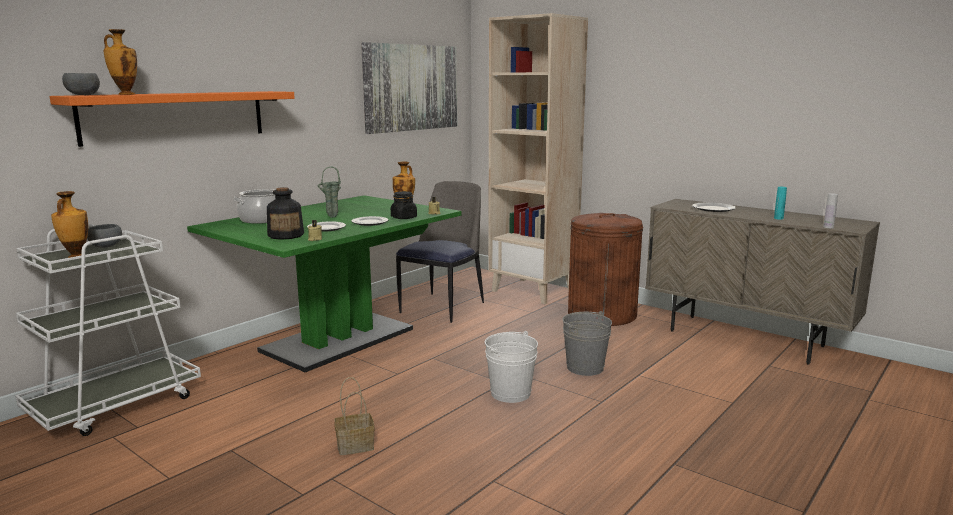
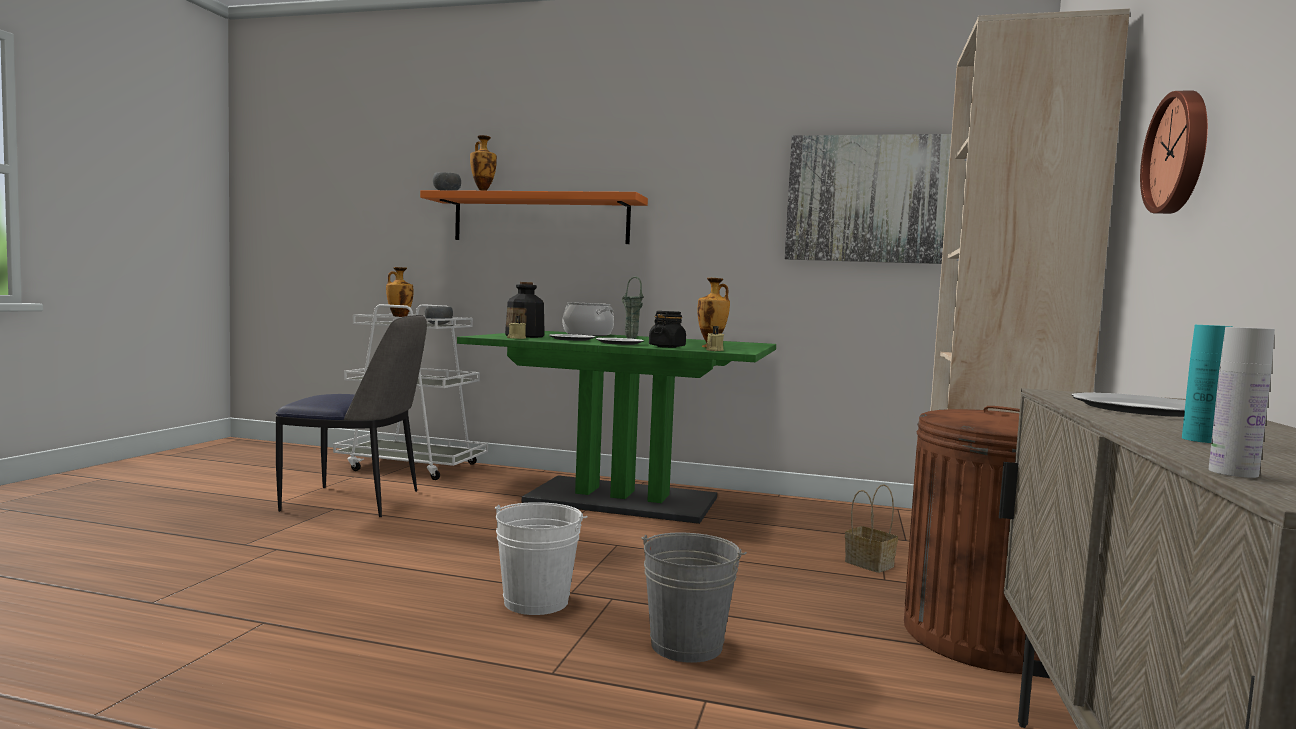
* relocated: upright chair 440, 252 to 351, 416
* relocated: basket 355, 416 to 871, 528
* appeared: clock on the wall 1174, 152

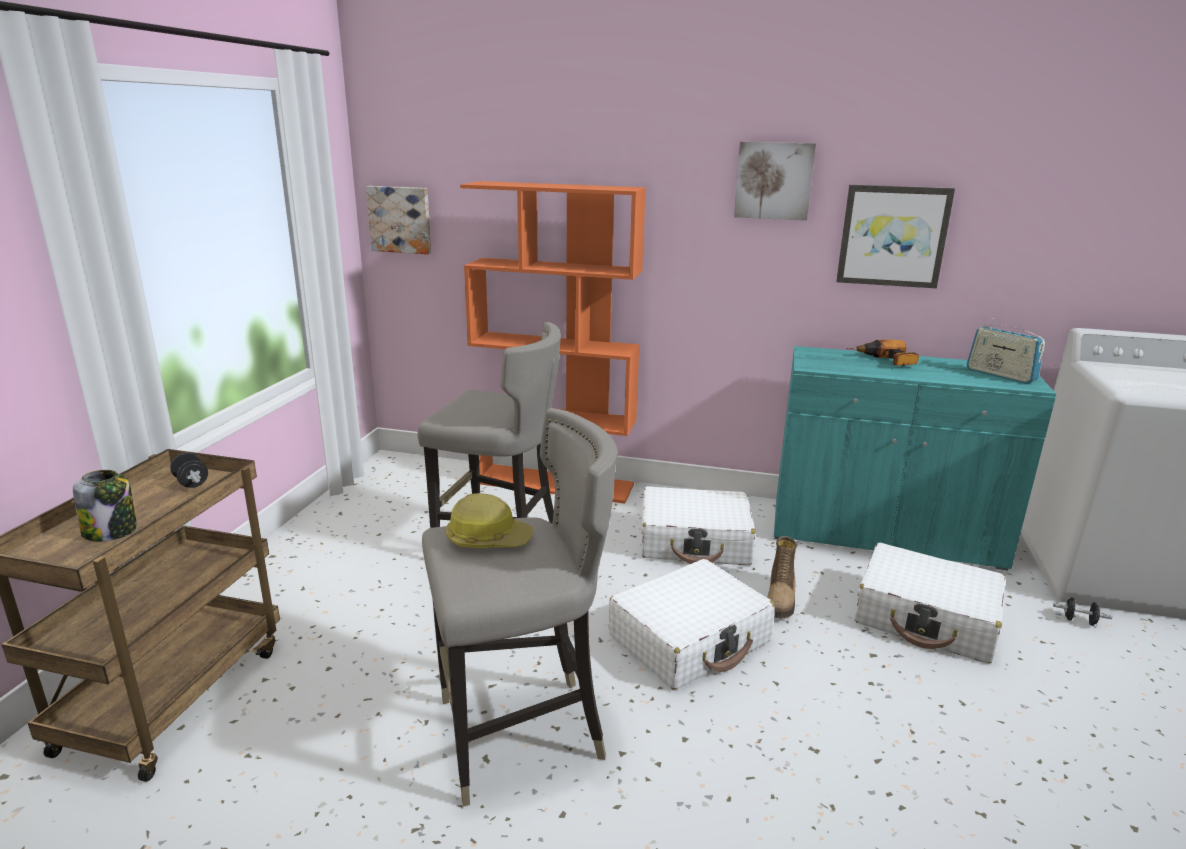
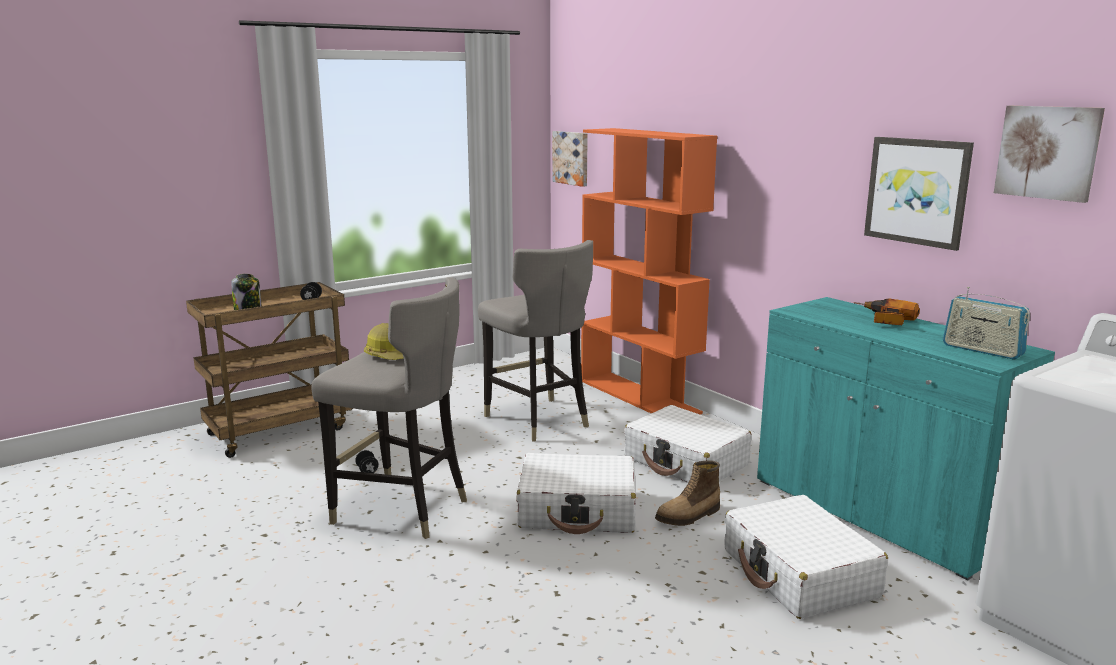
* relocated: wall picture 775, 181 to 1049, 154
* spun: radio receiver 1006, 351 = 986, 323 45 degrees counterclockwise
* relocated: hand weight (black) 1082, 611 to 367, 461

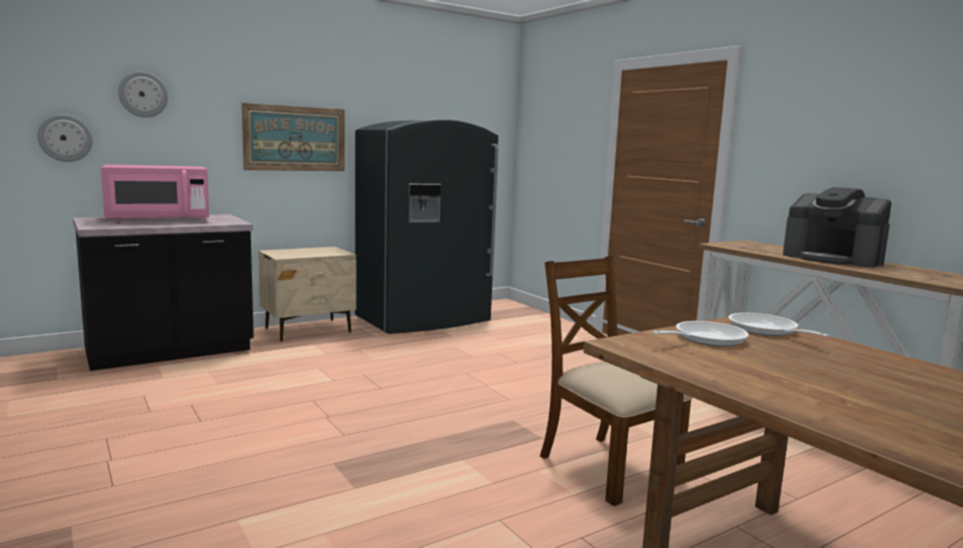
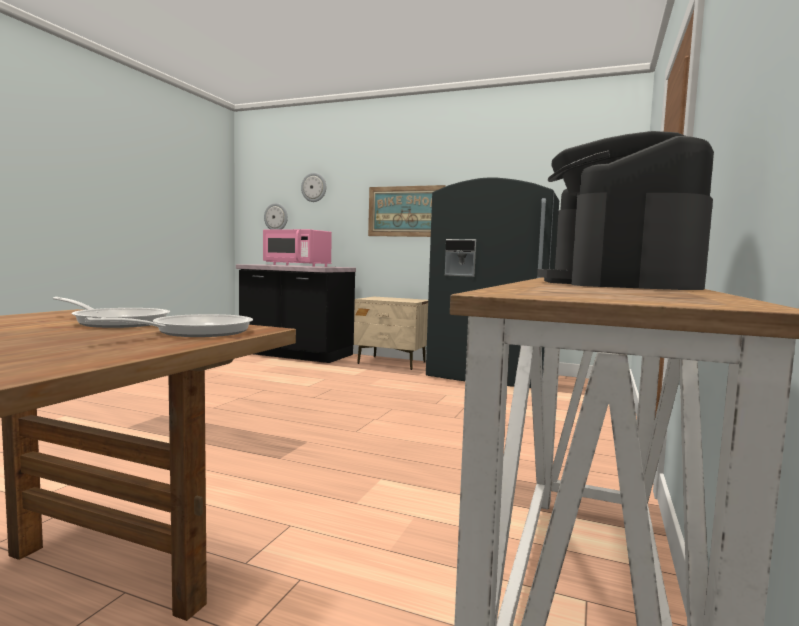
* missing: upright chair (brown) 616, 381

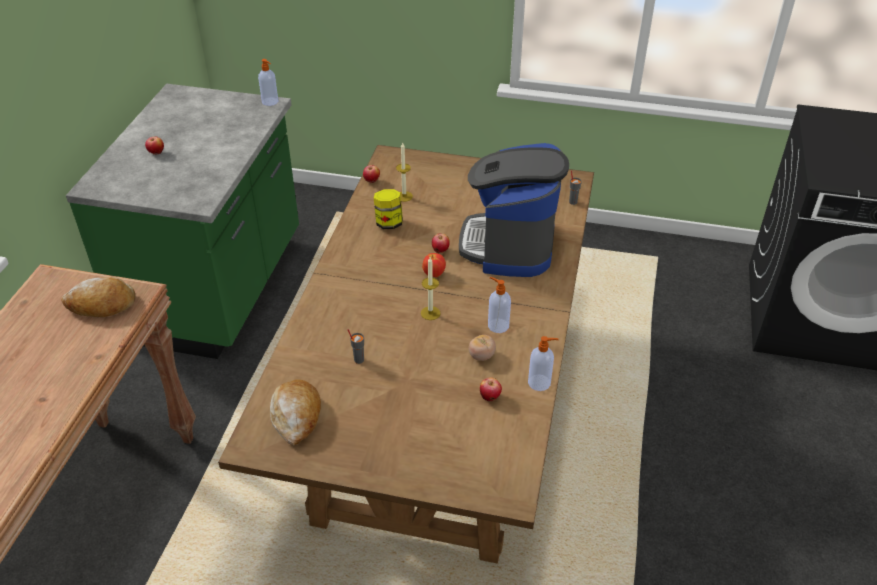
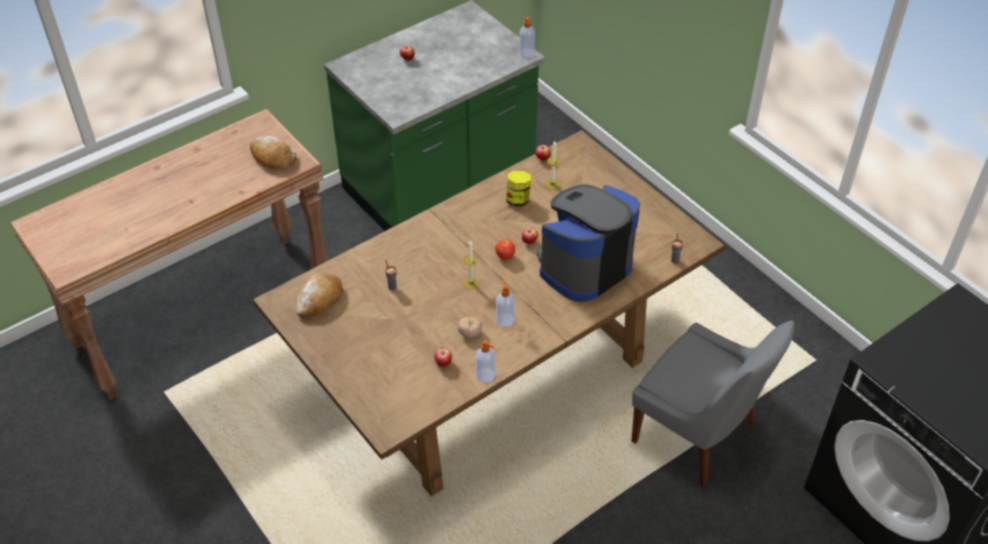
* appeared: upright chair (grey) 713, 404

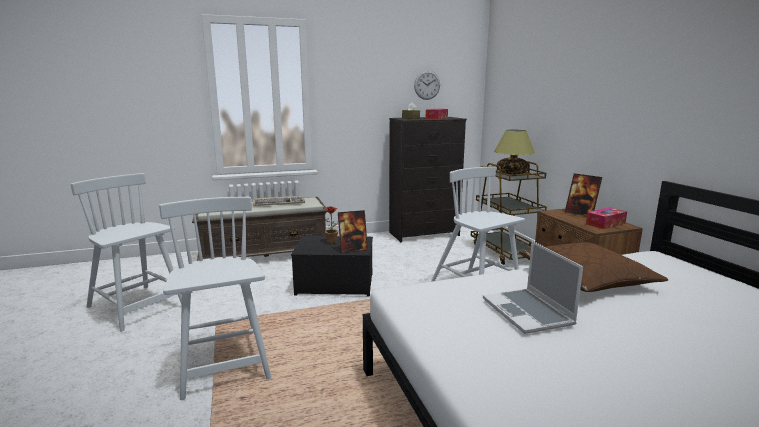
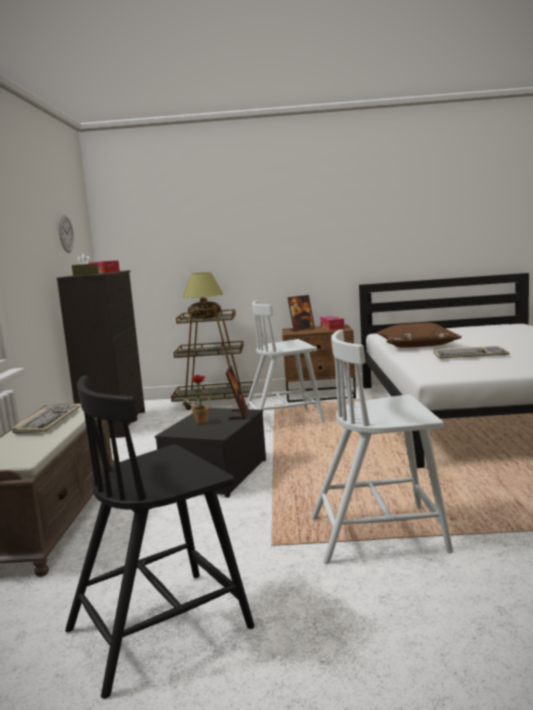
* colour: upright chair (whitish) 126, 252 to upright chair (black) 160, 537
* exchanged: notebook computer 533, 287 to computer keyboard 471, 352

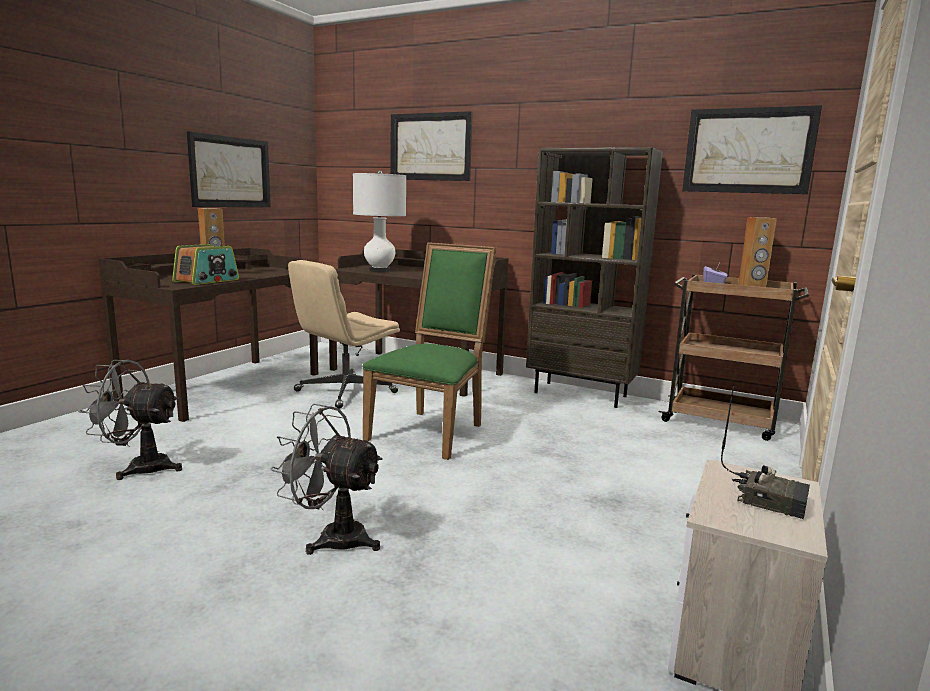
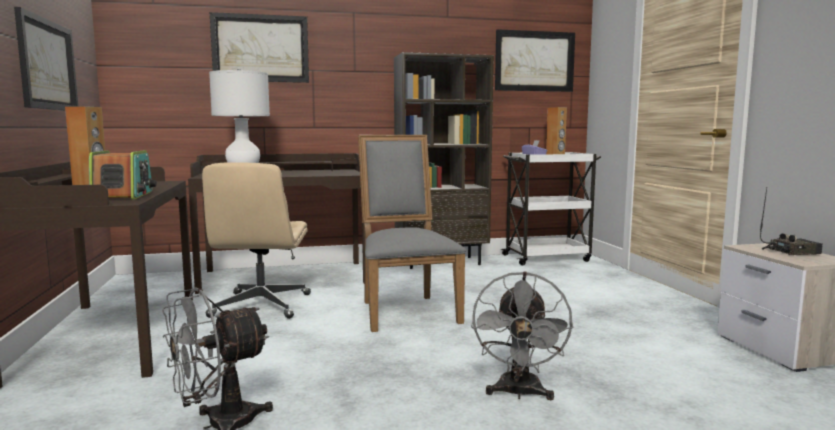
* colour: upright chair (green) 429, 351 to upright chair (grey) 412, 233
* colour: wheeled cart (brown) 733, 357 to wheeled cart (whitish) 550, 208
* spun: electric fan (grey) 326, 479 = 522, 335 60 degrees counterclockwise

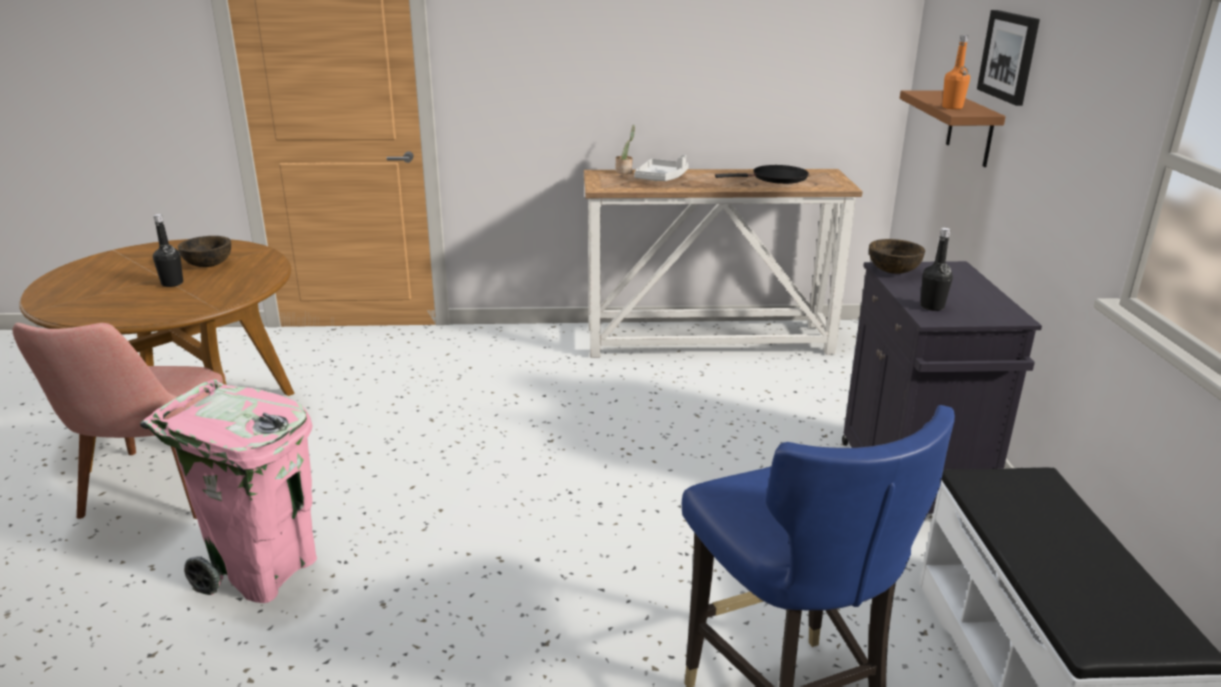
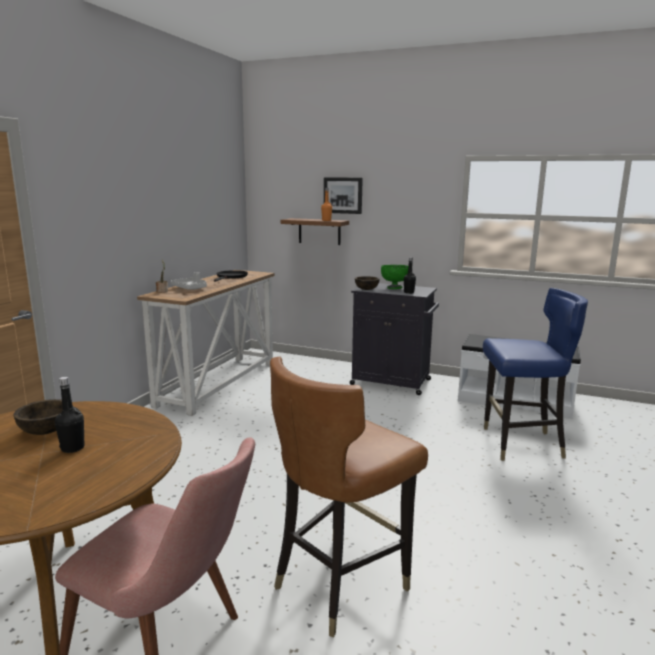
* exchanged: rubbish bin (pink) 228, 491 to upright chair (brown) 349, 496
* appeared: bowl (green) 394, 277

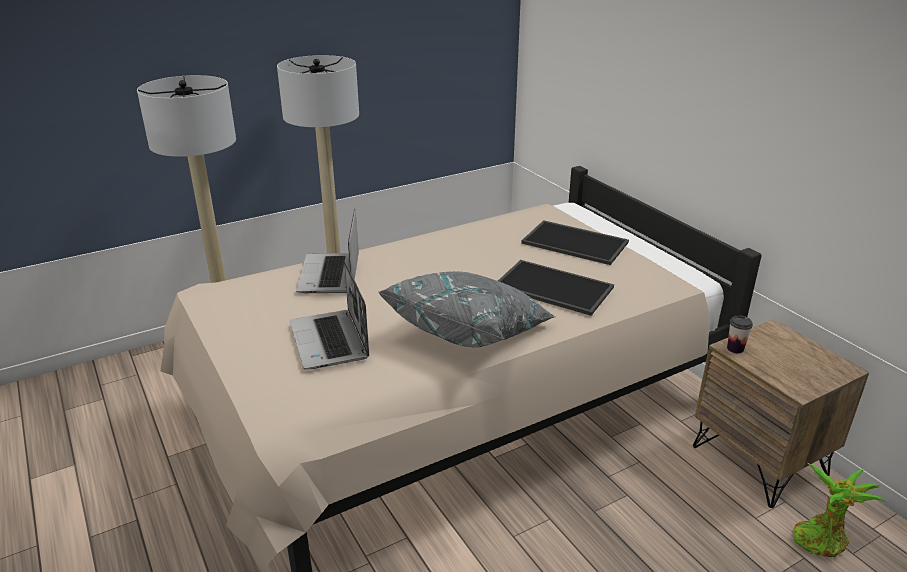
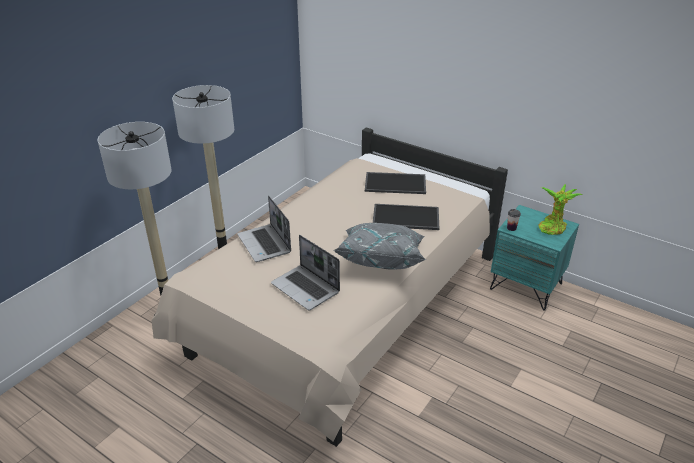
* colour: night table (brown) 781, 413 to night table (turquoise-coloured) 534, 257
* relocated: houseplant 840, 510 to 560, 209

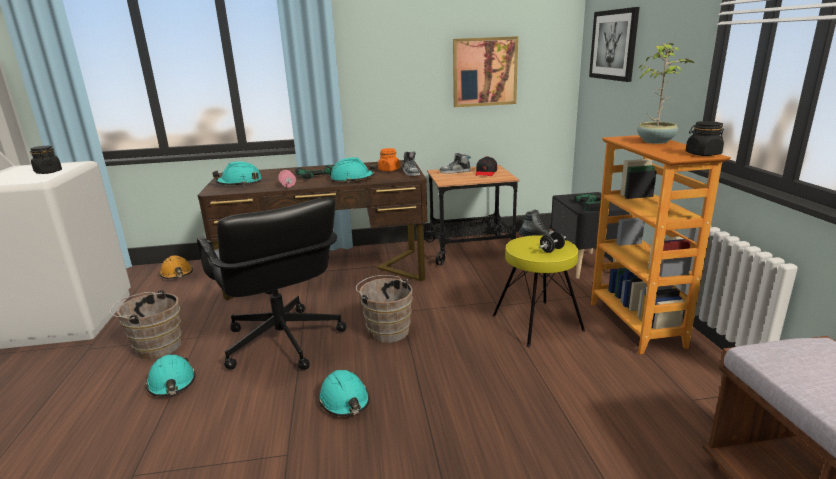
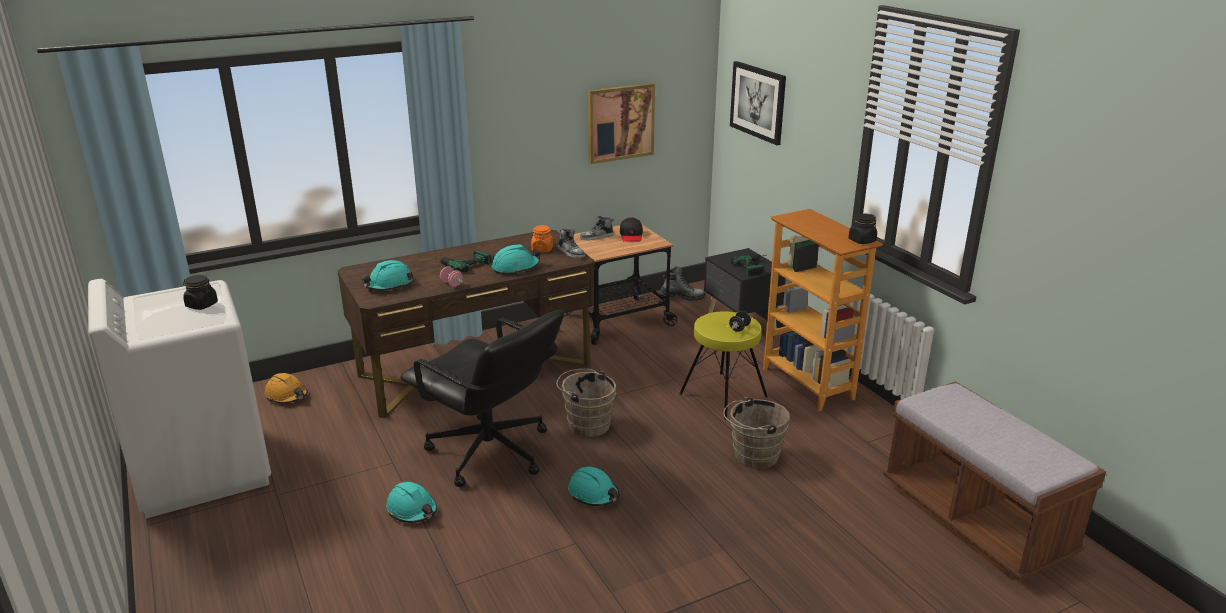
* missing: houseplant 665, 93
* relocated: pail (brown) 145, 324 to 757, 433

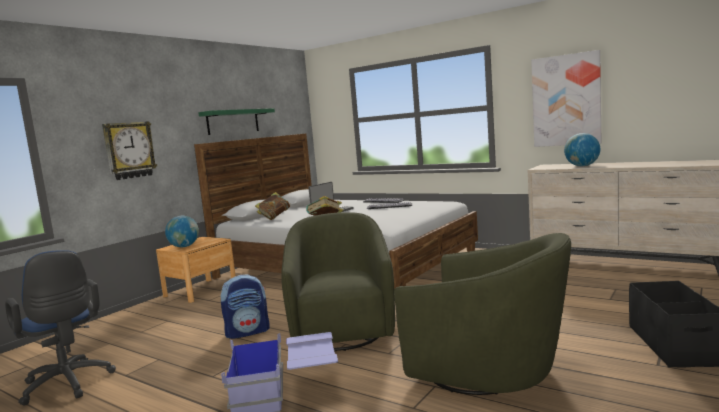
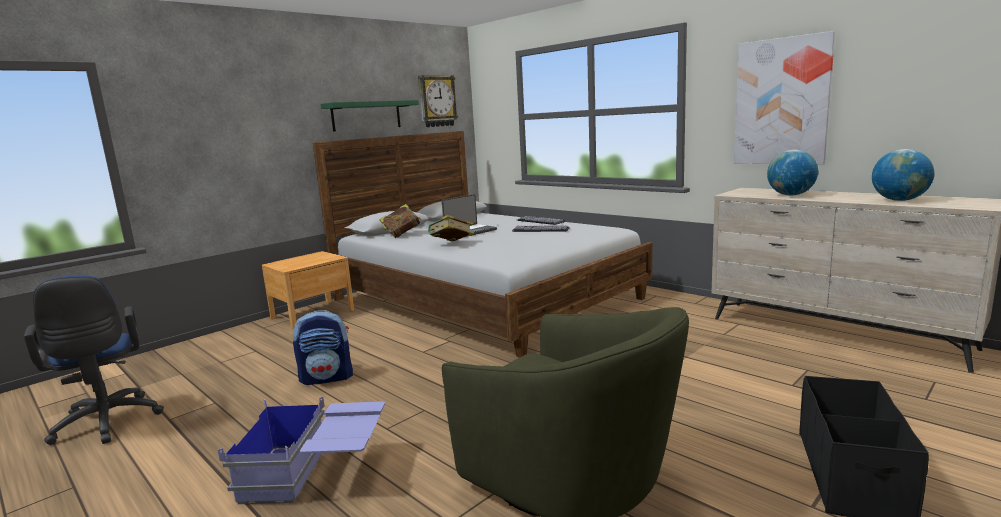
* relocated: clock on the wall 129, 150 to 438, 101
* missing: armchair (green) 338, 281
* relocated: globe 182, 231 to 903, 175

